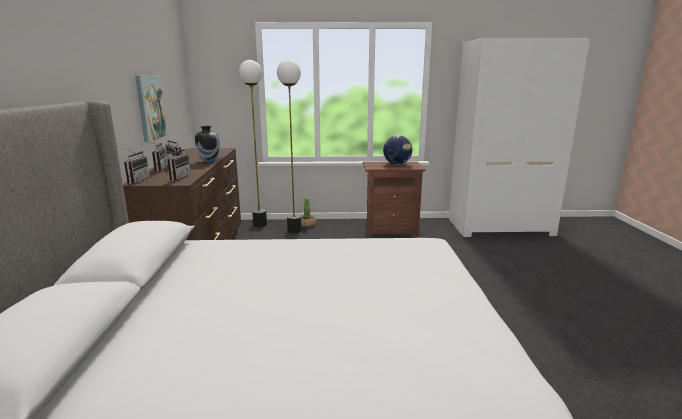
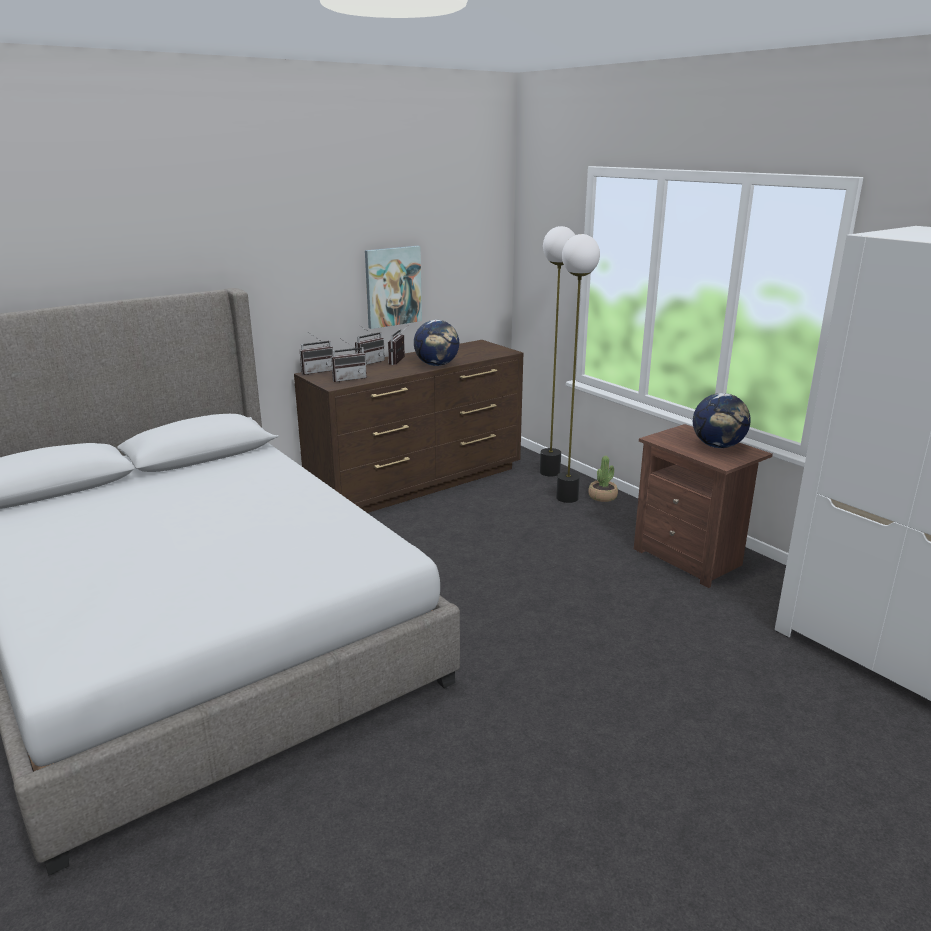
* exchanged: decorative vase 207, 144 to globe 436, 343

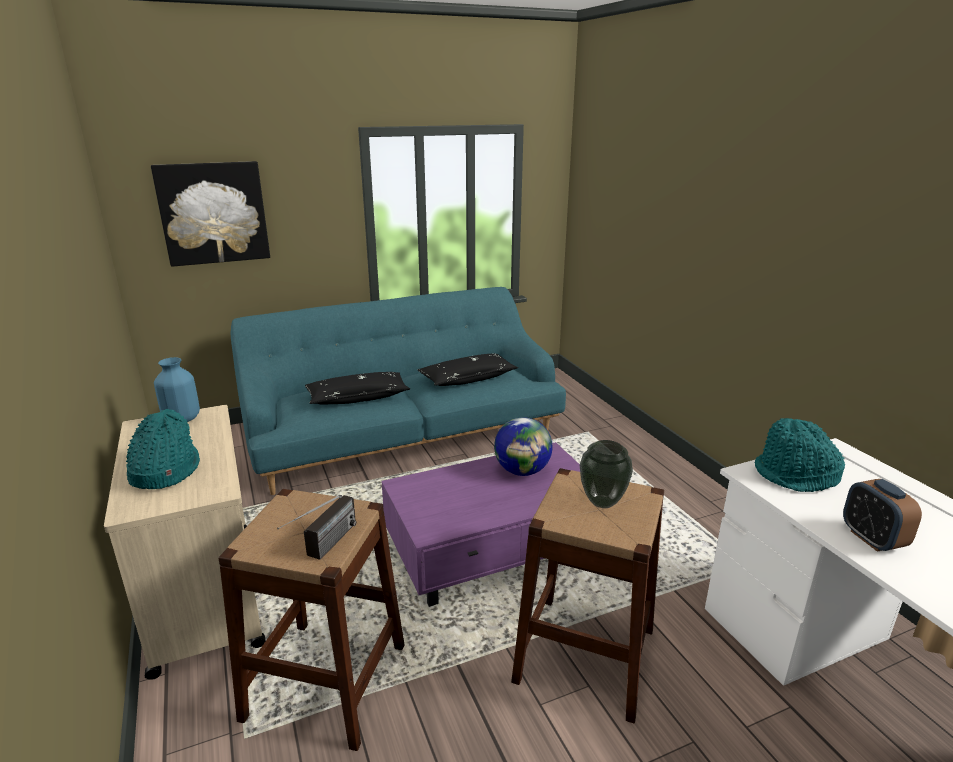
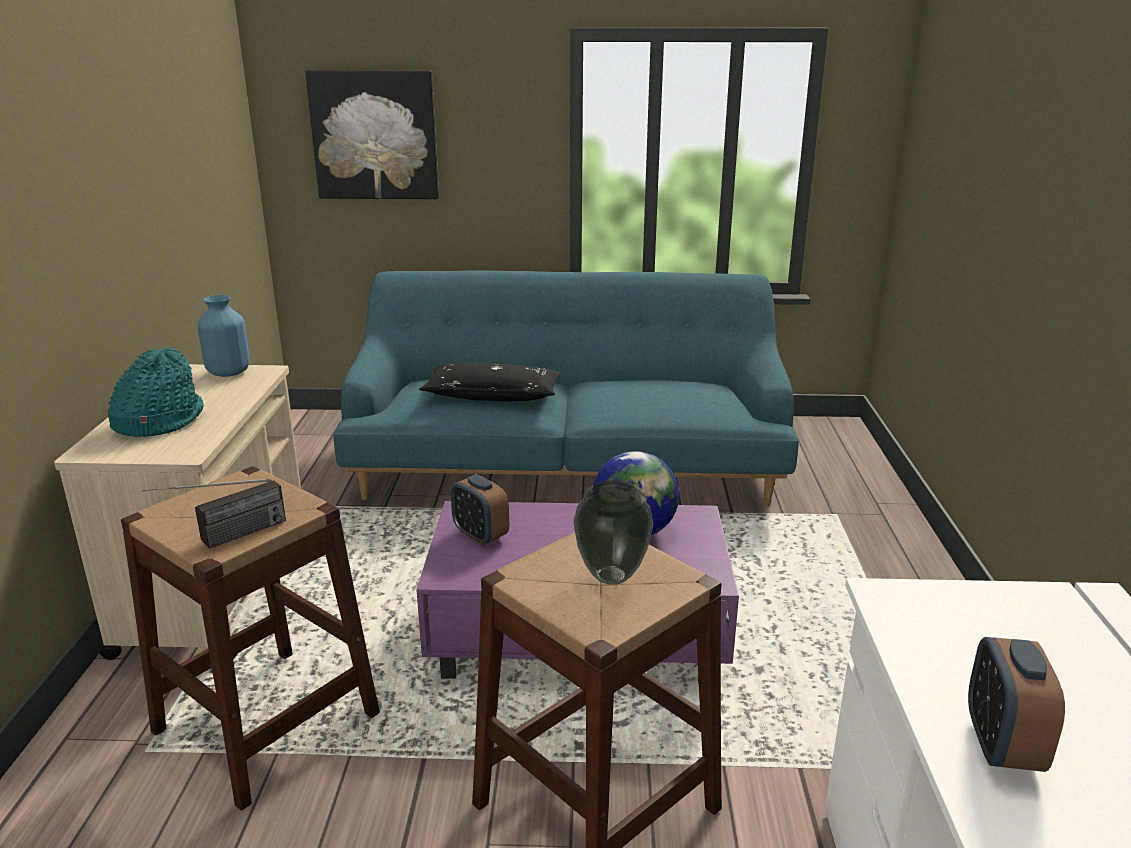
* missing: throw pillow (black) 468, 369
* missing: hat (turquoise-coloured) 800, 455
* appeared: bedside clock 480, 510

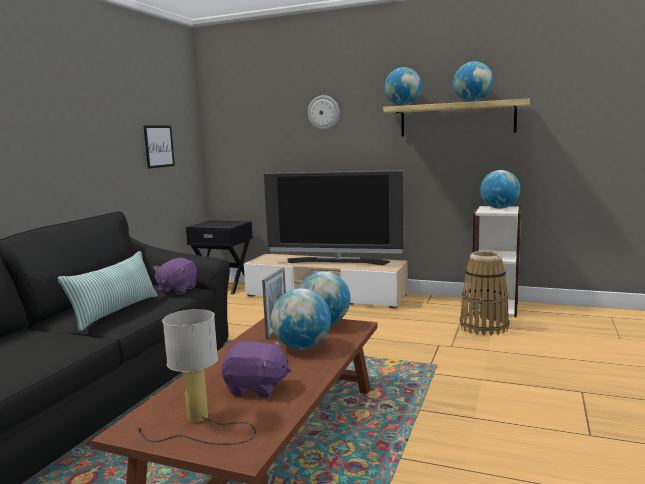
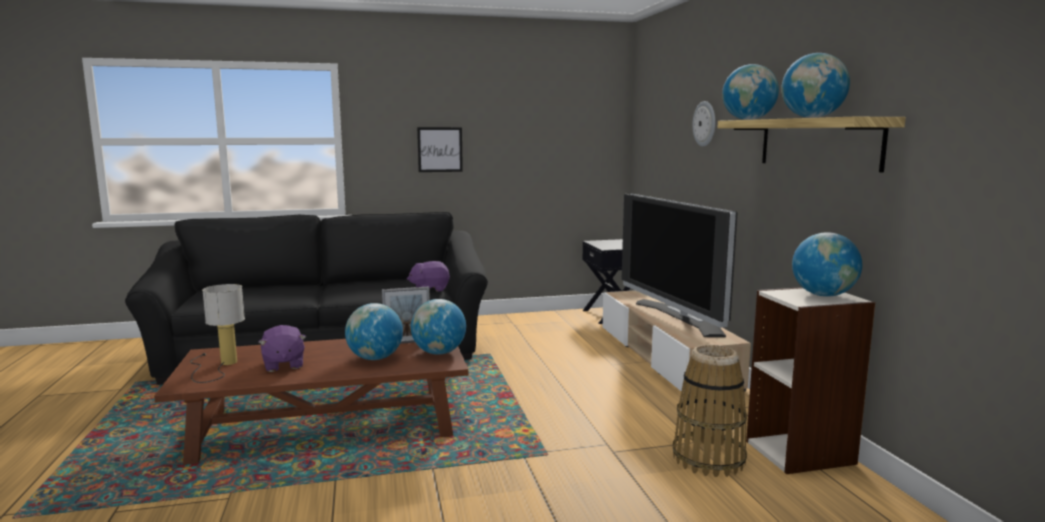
* relocated: wall picture 159, 147 to 440, 149
* missing: throw pillow 107, 291

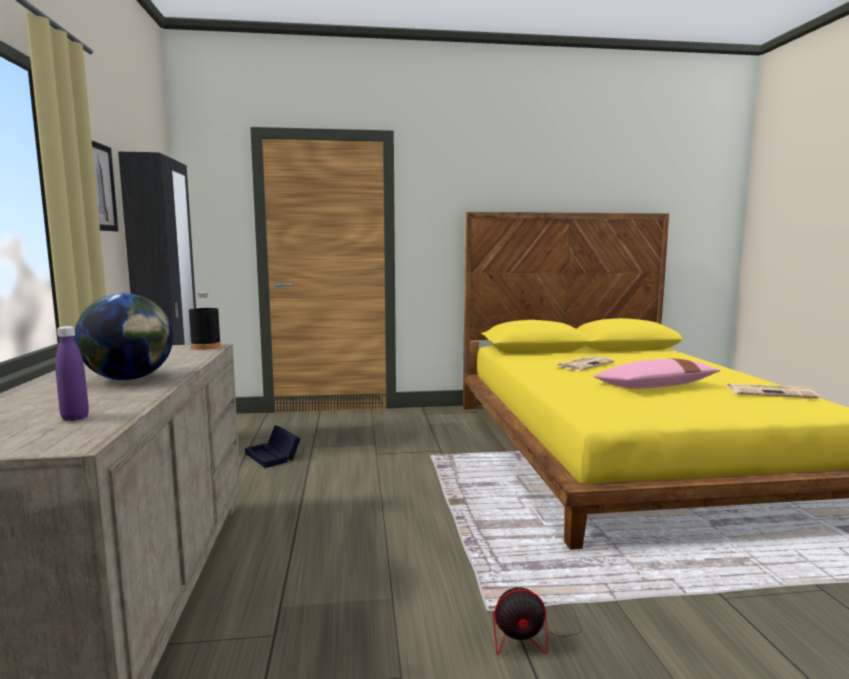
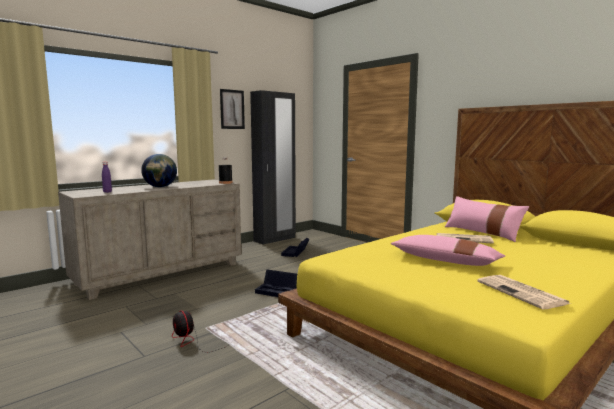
* appeared: throw pillow (pink) 487, 219
* appeared: storage container (black) 276, 283

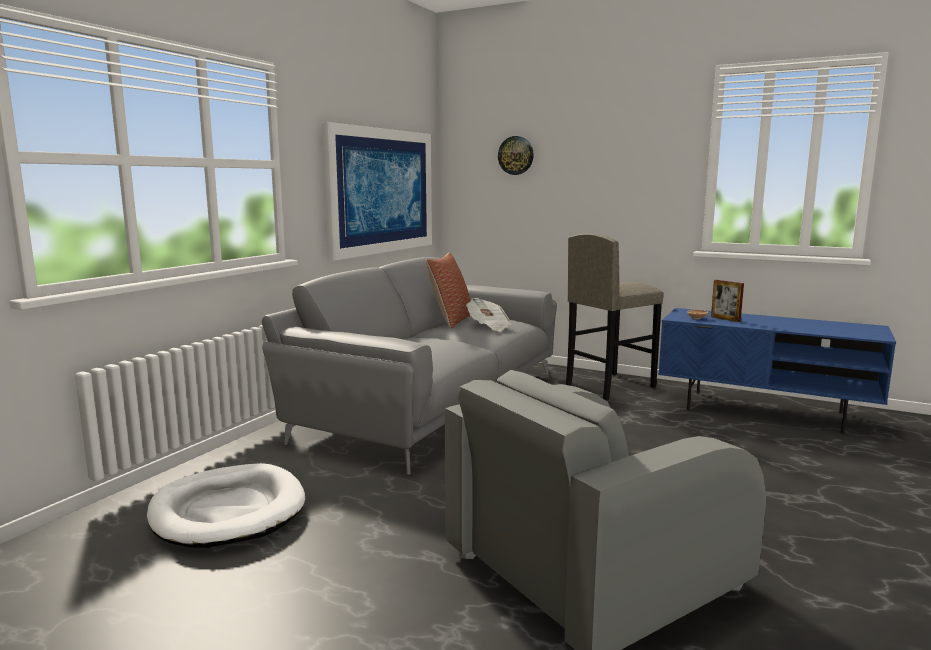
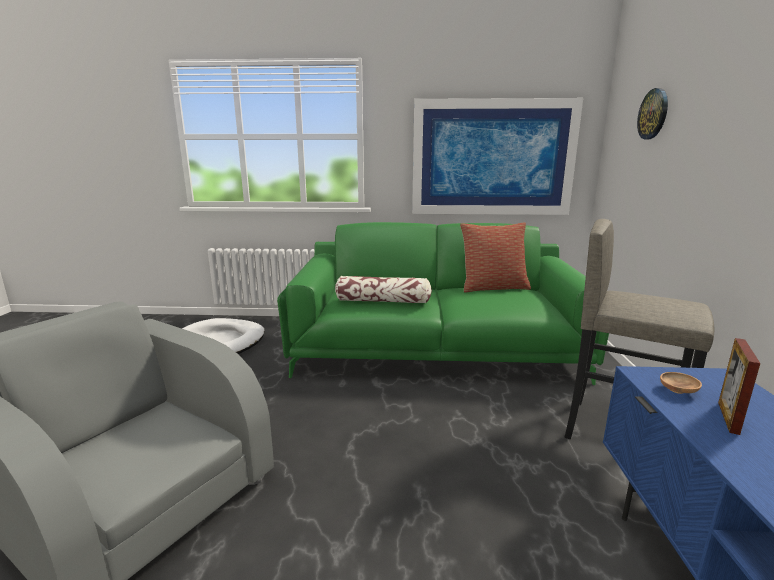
* colour: couch (grey) 409, 366 to couch (green) 443, 303
* missing: daily paper 489, 314
* appeared: throw pillow 383, 289

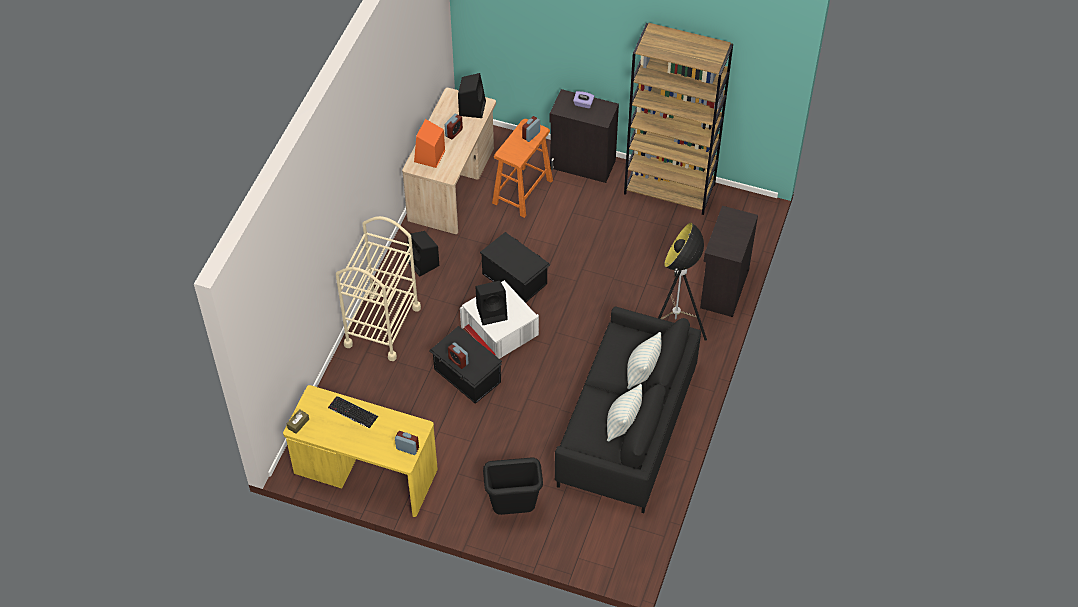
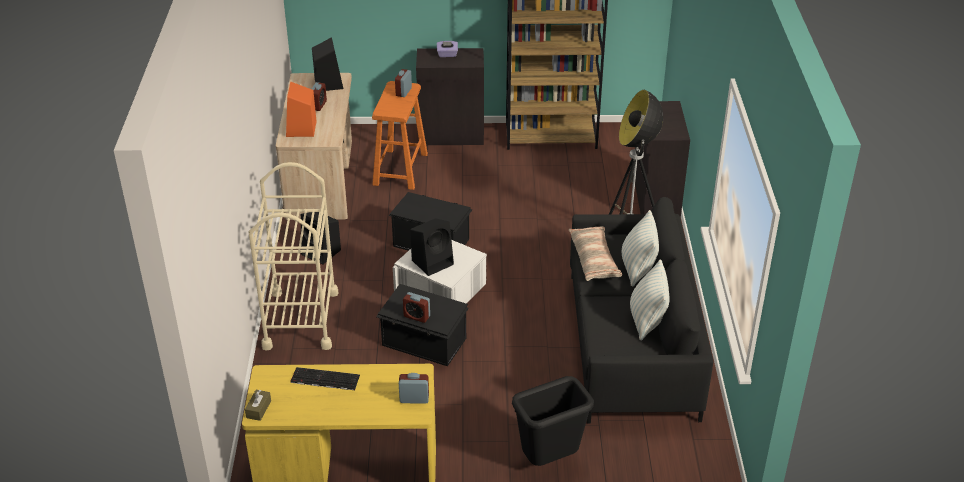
* appeared: throw pillow 595, 254

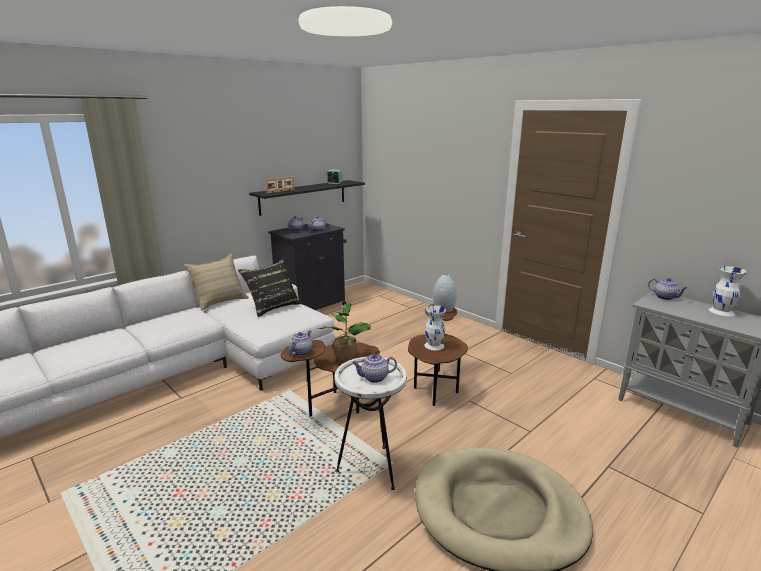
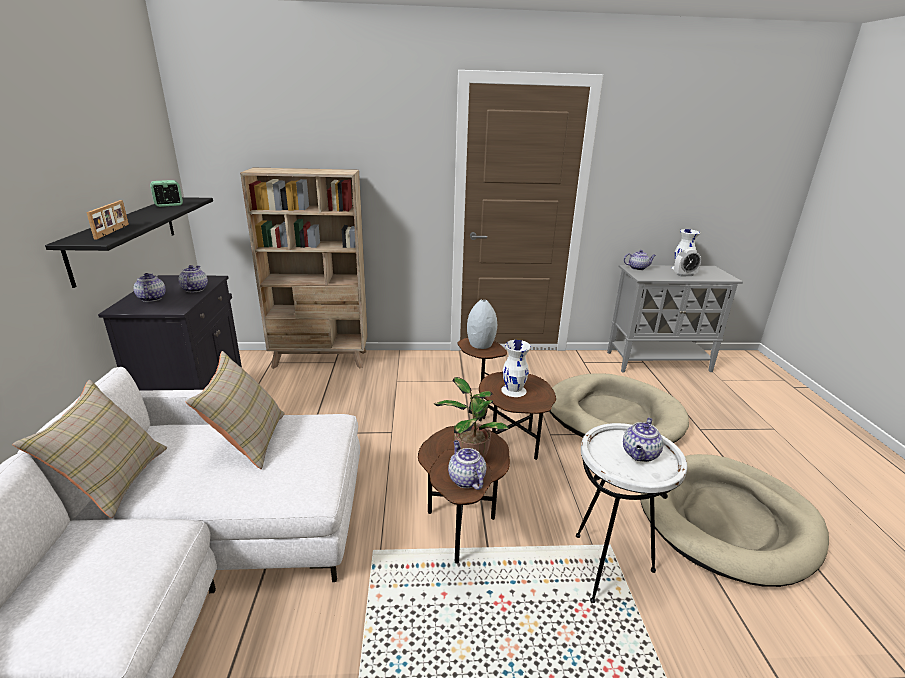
* colour: throw pillow (black) 270, 287 to throw pillow (beige) 235, 410
* appeared: bookcase (beige) 304, 268
* appeared: bedside clock 687, 263
* appeared: dog cushion (beige) 619, 408

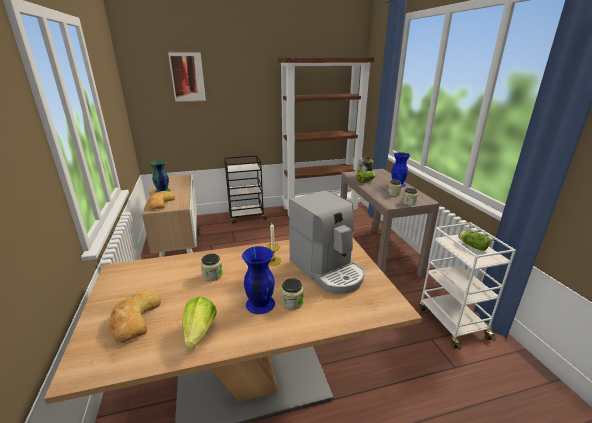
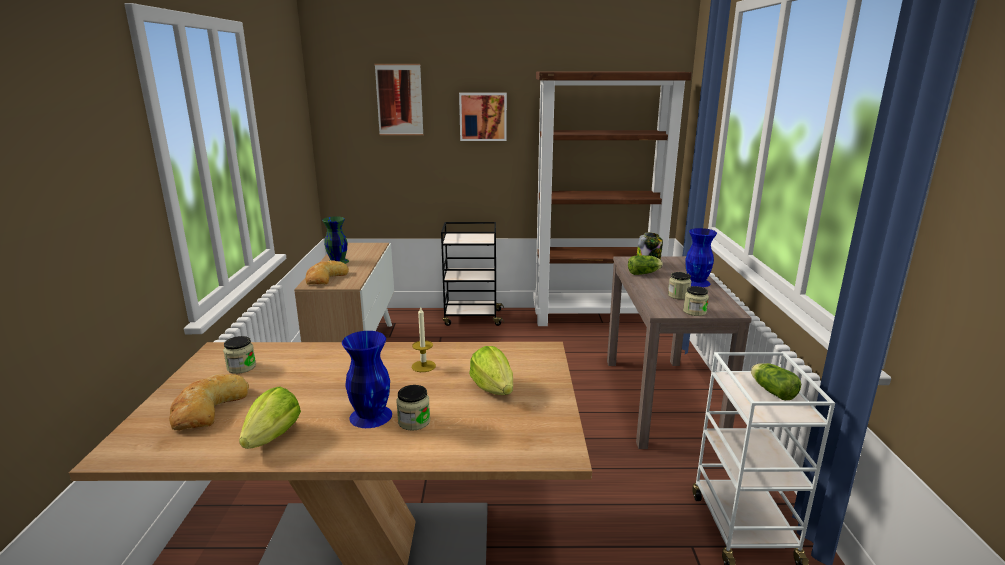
* exchanged: coffee machine 326, 242 to lettuce 491, 370
* relocated: preserve jar 212, 267 to 239, 355
* appeared: wall picture 483, 117

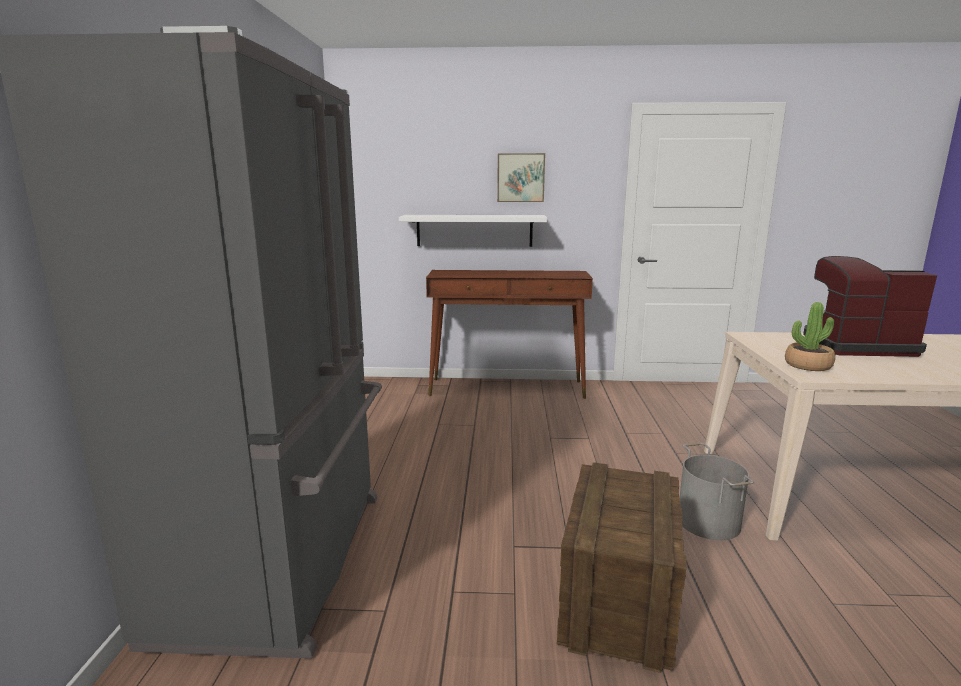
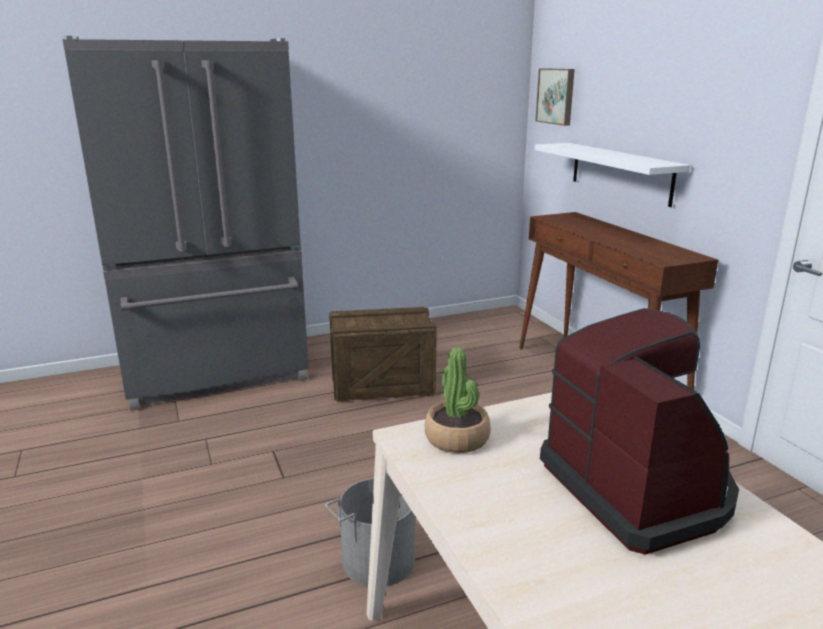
* relocated: wall picture 521, 177 to 555, 97
* relocated: crate 622, 567 to 383, 354

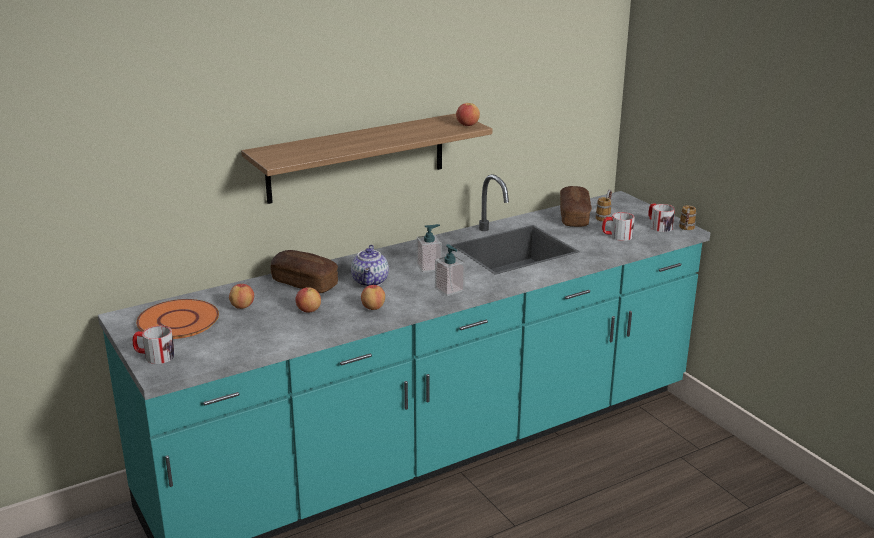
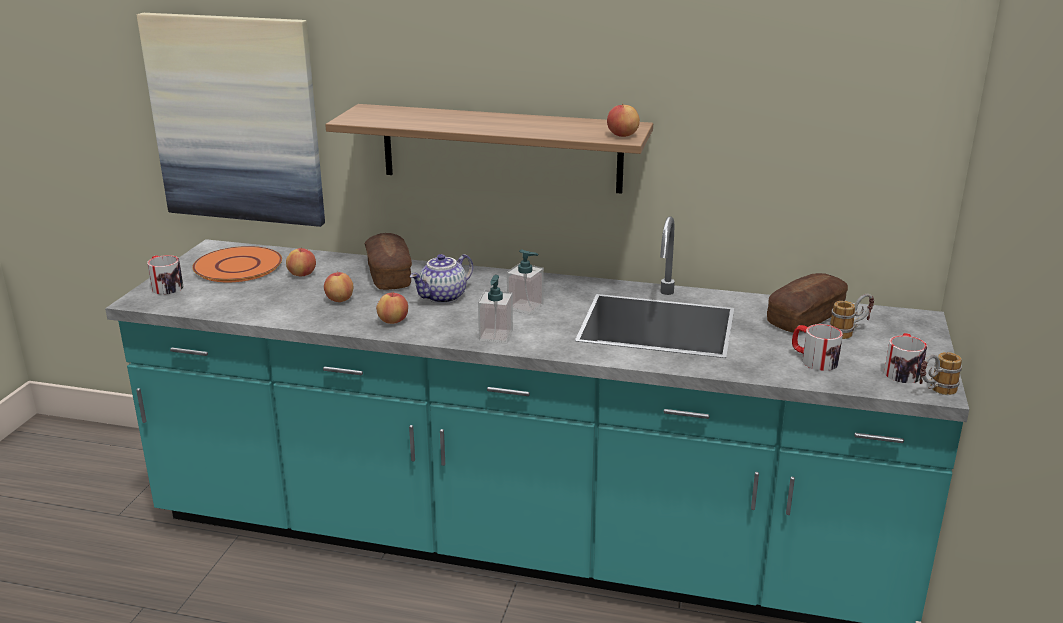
* appeared: wall picture 231, 120

